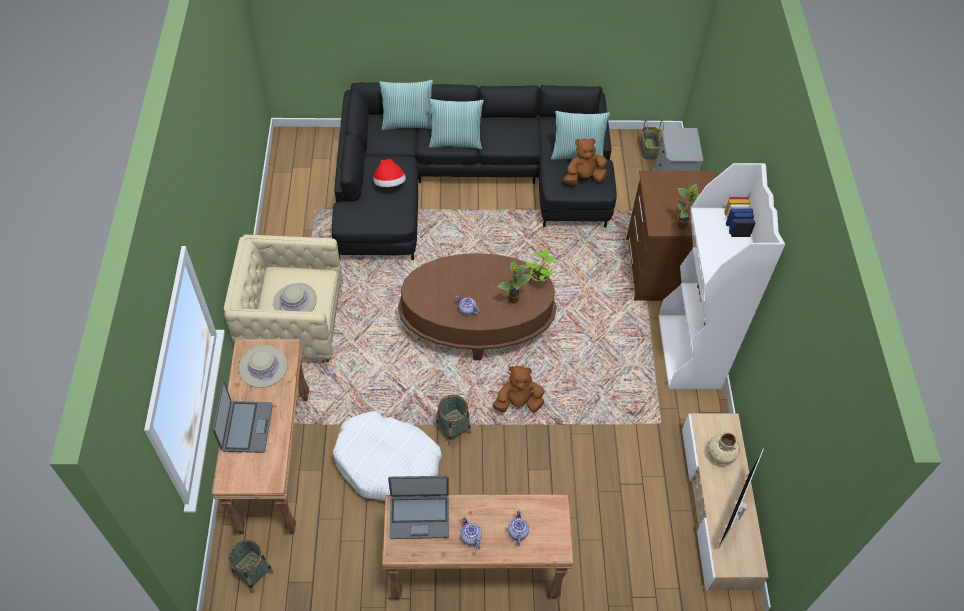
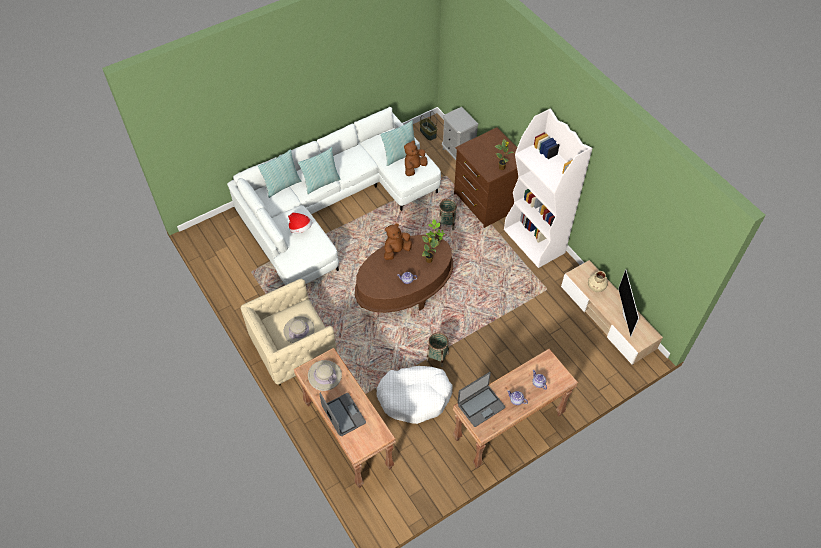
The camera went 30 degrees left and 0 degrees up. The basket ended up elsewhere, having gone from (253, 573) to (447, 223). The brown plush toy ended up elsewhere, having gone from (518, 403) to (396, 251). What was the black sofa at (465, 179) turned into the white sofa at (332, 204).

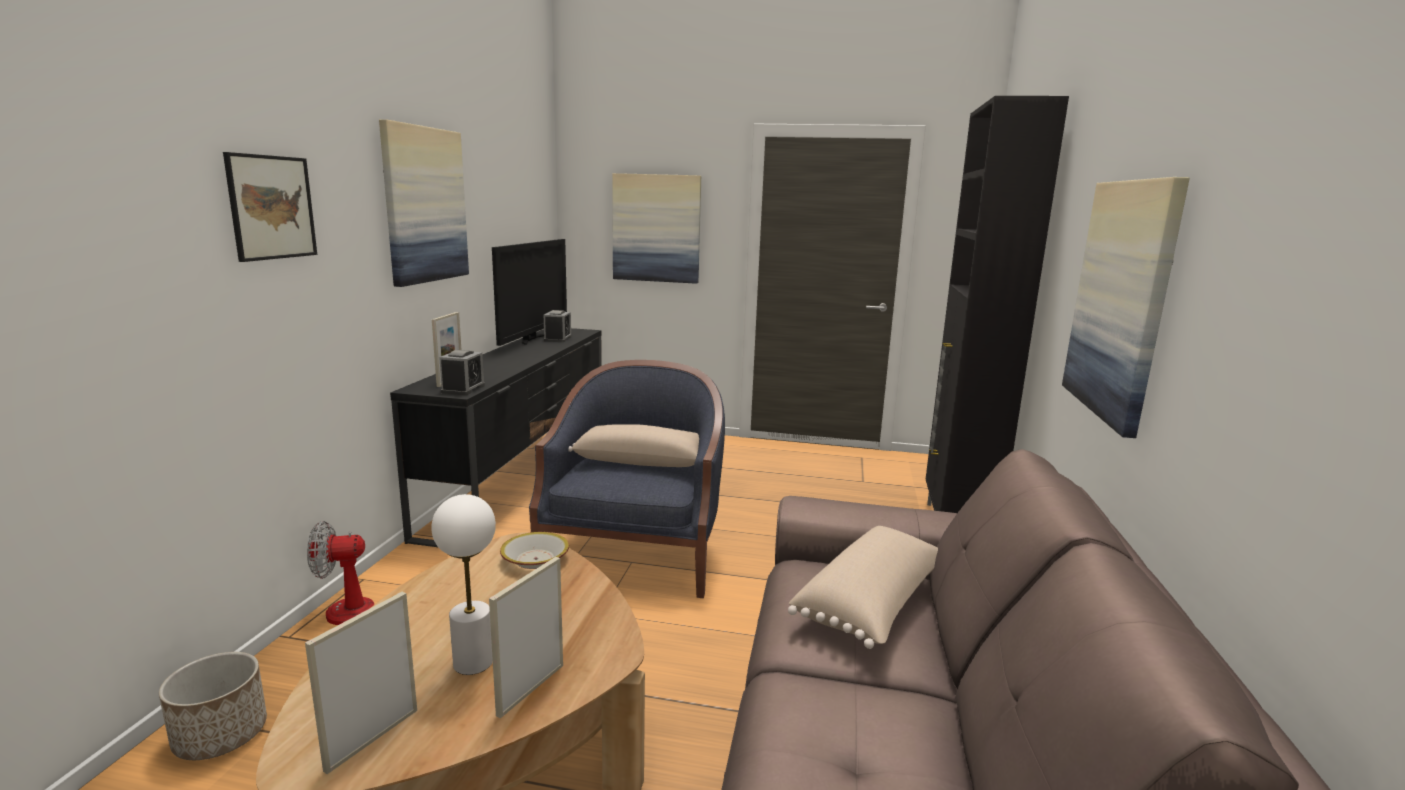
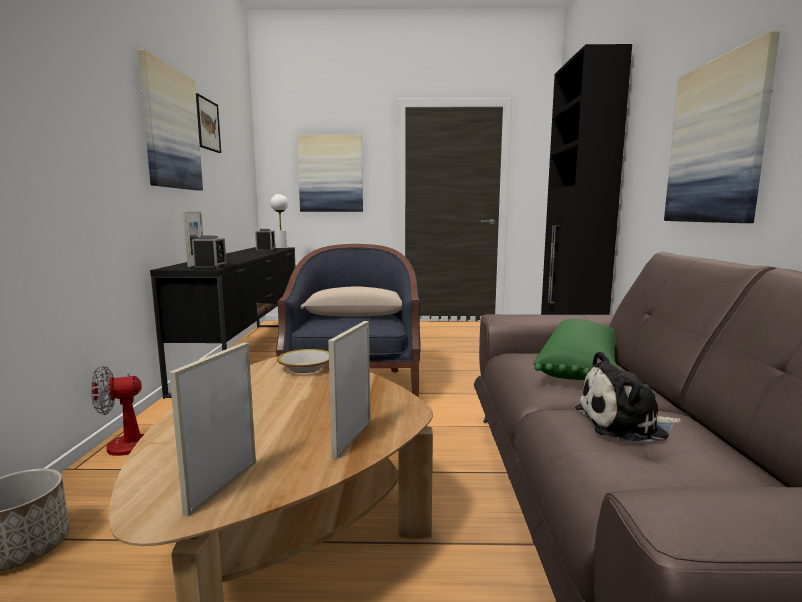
The camera went 10 degrees left and 5 degrees down. The second view lost the television at (532, 339). The second view gained the plush toy at (625, 424). The picture ended up elsewhere, having gone from (272, 207) to (207, 124). The white table lamp ended up elsewhere, having gone from (473, 663) to (281, 248). What was the beige pillow at (874, 604) turned into the green pillow at (581, 368).

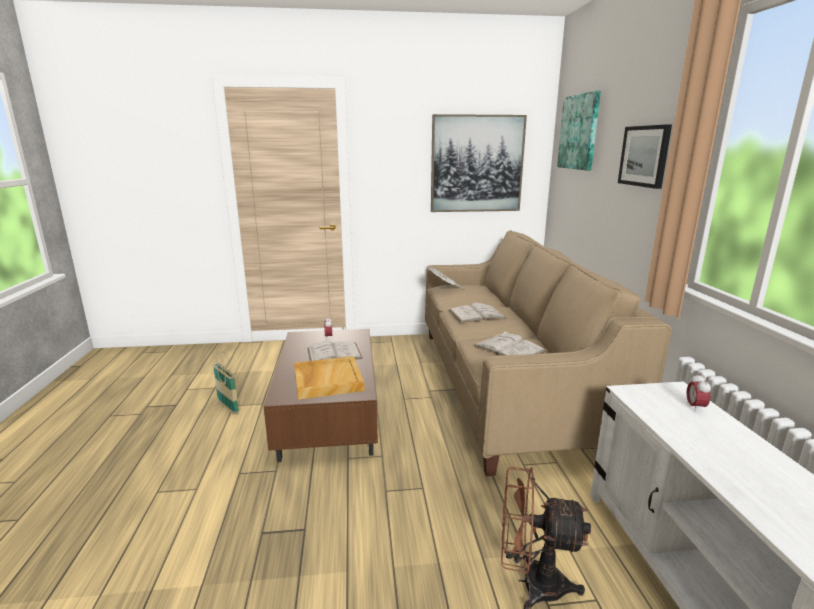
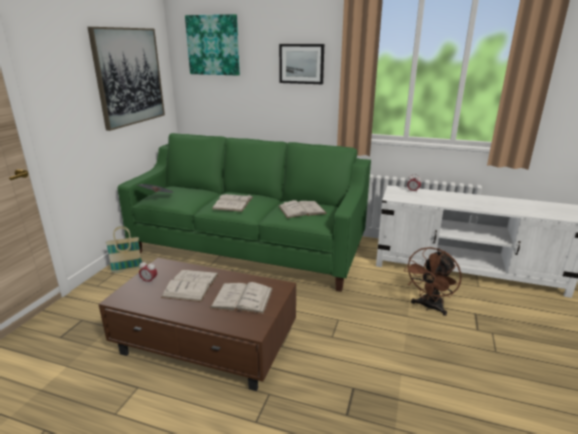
The camera went 65 degrees left and 5 degrees up. The basket ended up elsewhere, having gone from (228, 407) to (127, 270). Where the beige tray stood at (327, 380), the white book came to stand at (242, 298). What was the beige sofa at (506, 386) turned into the green sofa at (250, 249).

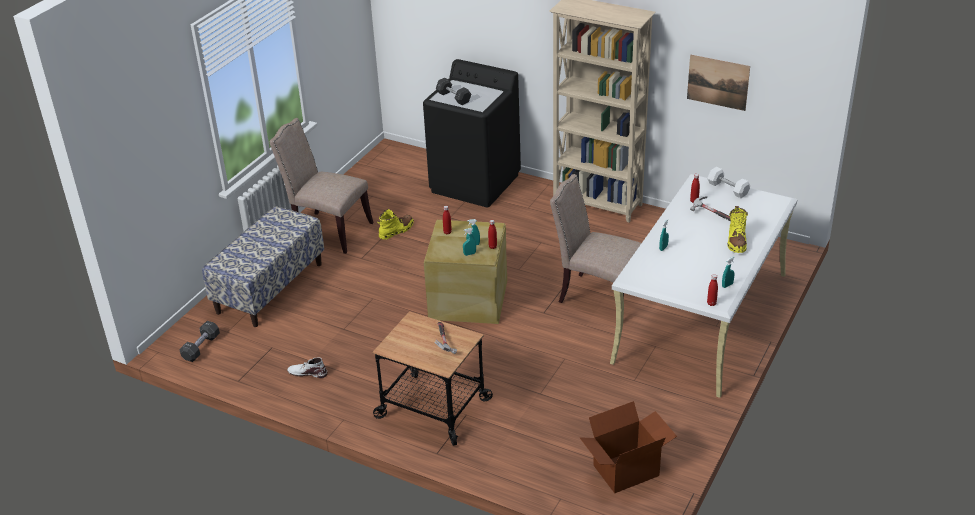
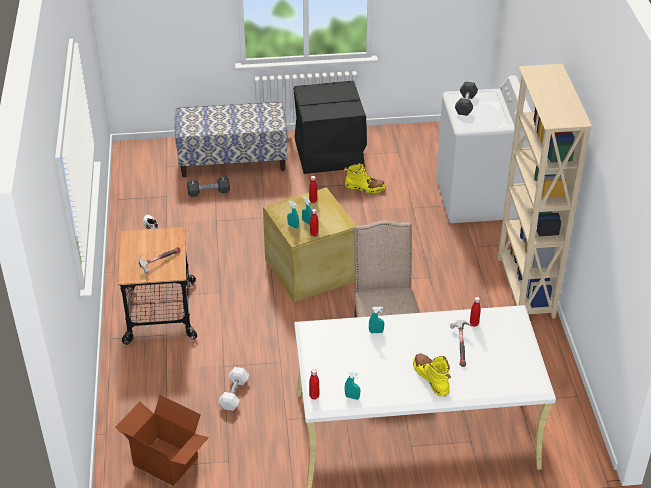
The camera went 55 degrees right and 5 degrees up. The second view lost the picture at (718, 82). The black dumbbell ended up elsewhere, having gone from (201, 348) to (209, 192). The white dumbbell ended up elsewhere, having gone from (727, 189) to (234, 394). Where the beige chair stood at (328, 230), the black storage box came to stand at (330, 152). What was the black washing machine at (475, 183) turned into the white washing machine at (477, 199). The yellow boot at (736, 241) ended up facing another way, 90 degrees clockwise from before.

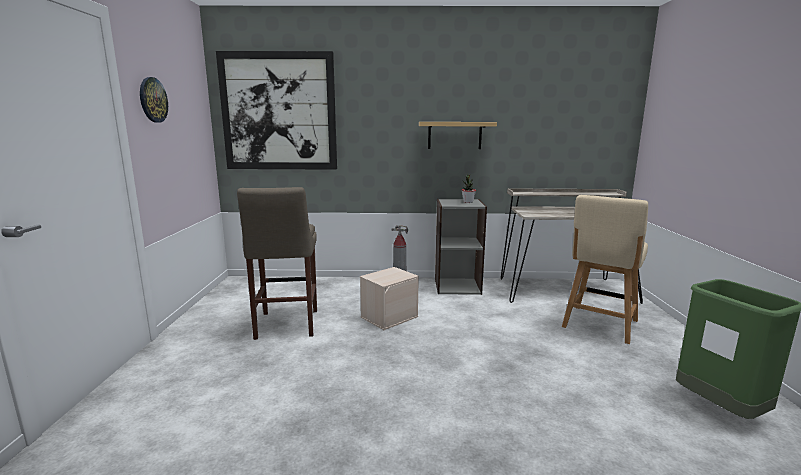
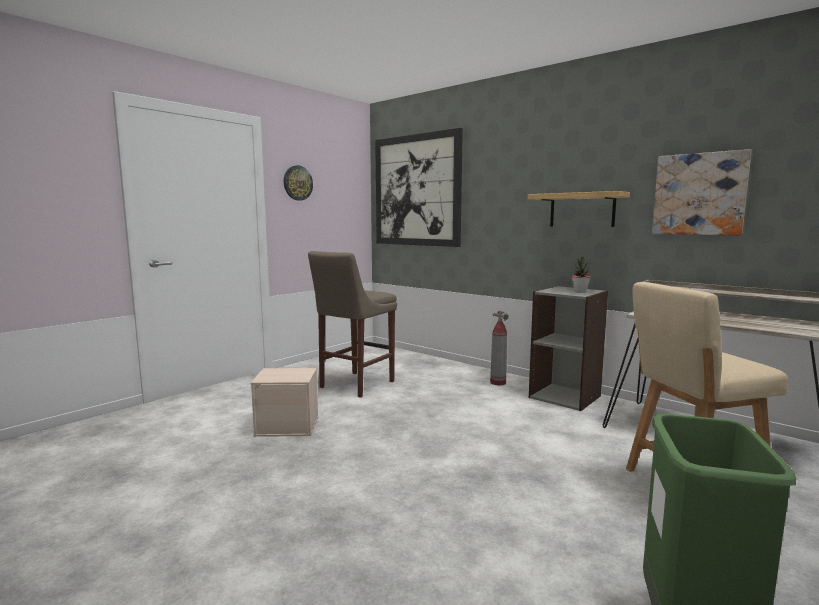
The camera went 40 degrees right and 5 degrees down. The second view gained the picture at (699, 194). The beige storage box ended up elsewhere, having gone from (389, 316) to (288, 426).

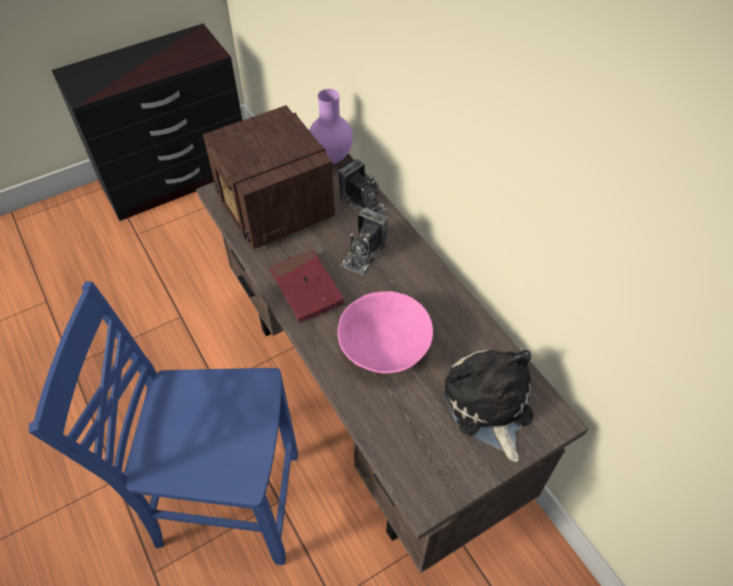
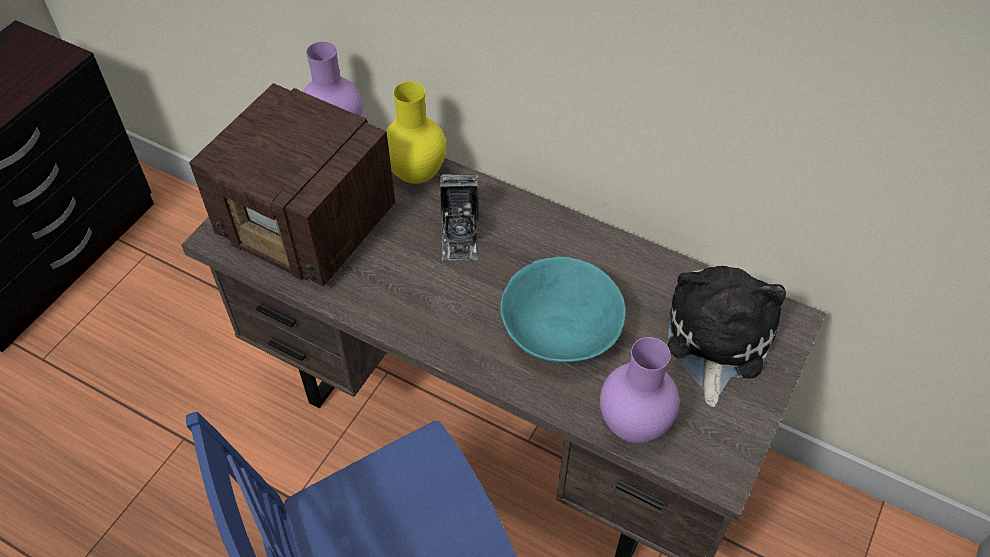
The camera went 30 degrees left and 0 degrees up. The second view lost the red book at (306, 288). The second view gained the purple vase at (632, 426). Where the photo camera stood at (363, 203), the yellow vase came to stand at (416, 174). What was the pink bowl at (384, 347) turned into the turquoise bowl at (560, 330). The plush toy at (488, 407) ended up facing another way, 60 degrees clockwise from before.

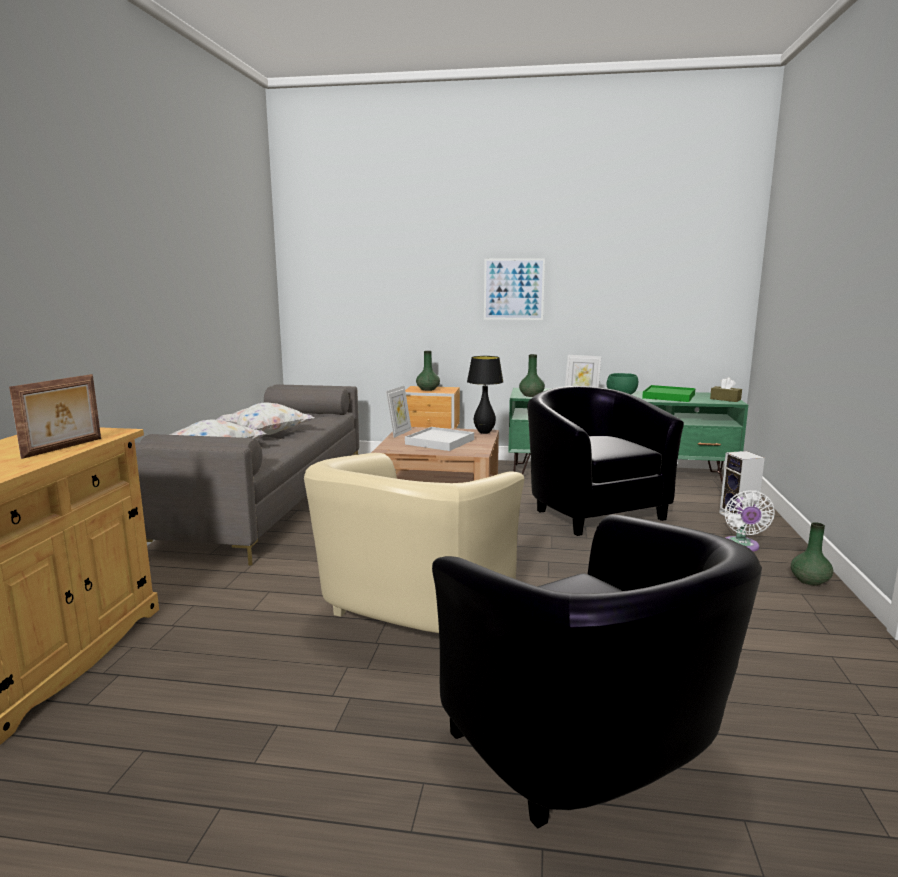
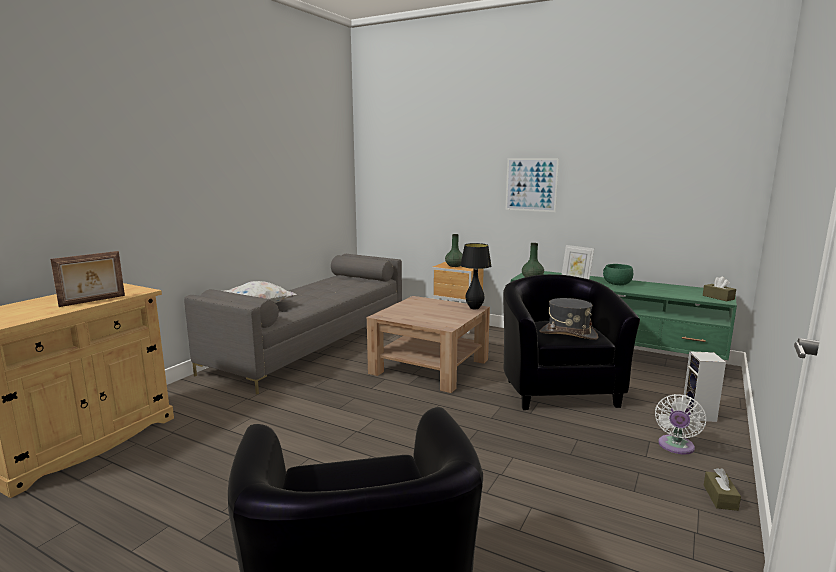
The camera went 20 degrees right and 0 degrees up. The second view lost the white pillow at (267, 434). The second view lost the beige armchair at (411, 617). The second view lost the picture frame at (399, 433). The second view lost the white tray at (440, 442). The second view lost the green tray at (669, 396). The second view gained the grey hat at (568, 334). Where the green vase stood at (810, 581), the brown tissue box came to stand at (720, 497).

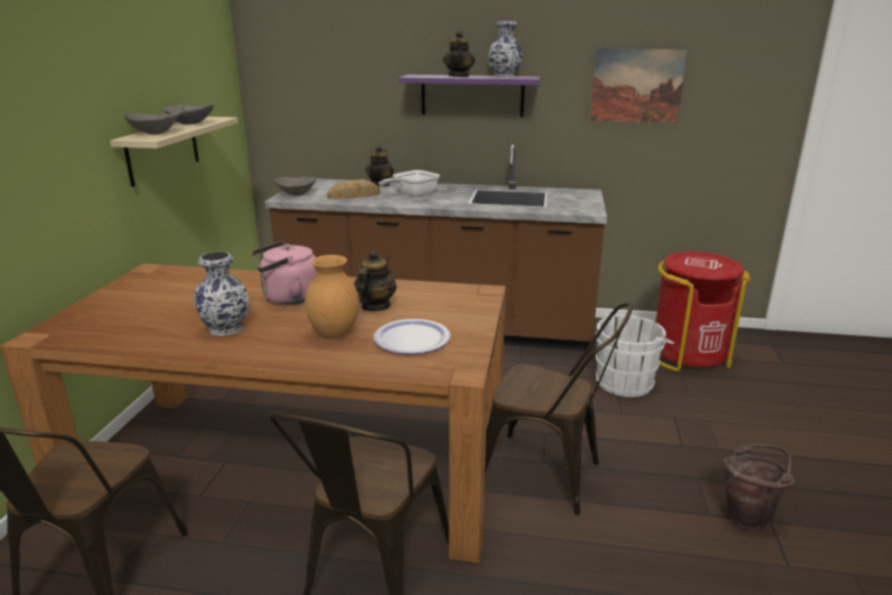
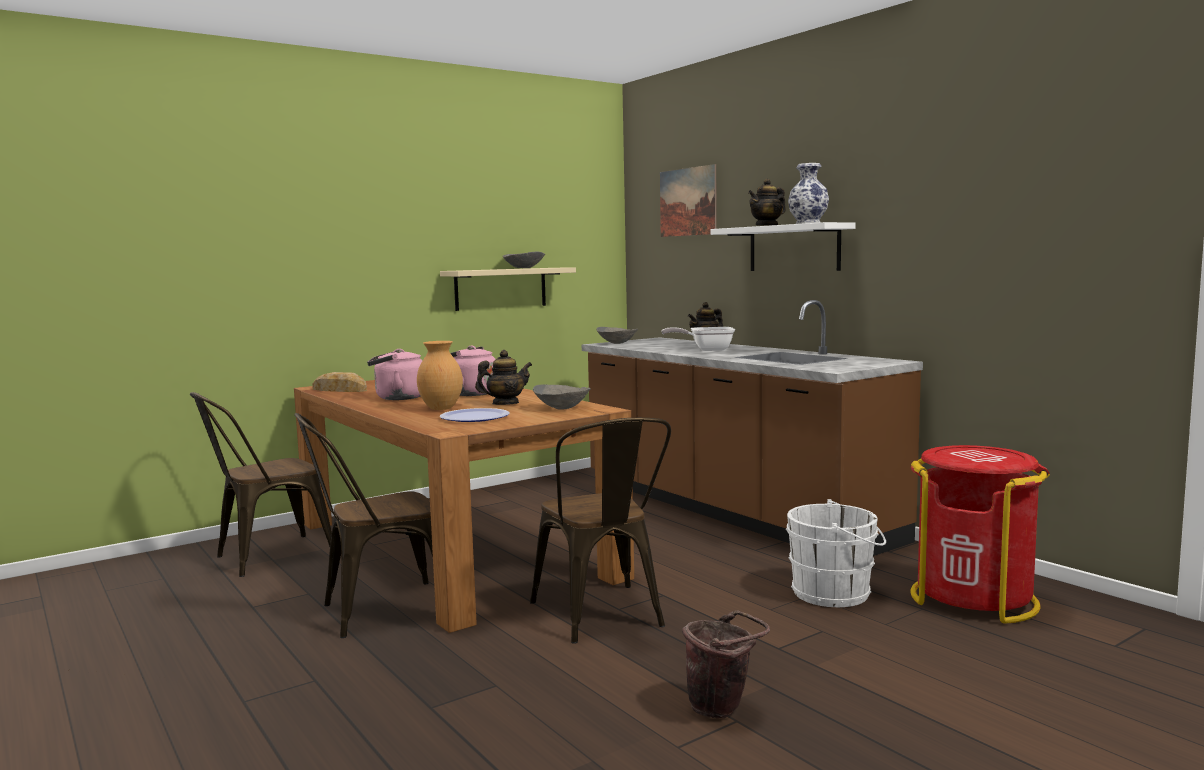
The camera went 45 degrees right and 15 degrees down. The grey bowl ended up elsewhere, having gone from (154, 133) to (562, 408). The bread ended up elsewhere, having gone from (354, 196) to (340, 390). The picture ended up elsewhere, having gone from (637, 86) to (688, 202). Where the vase stood at (225, 328), the pink kettle came to stand at (397, 398). What was the purple shelf at (472, 95) turned into the white shelf at (793, 248).

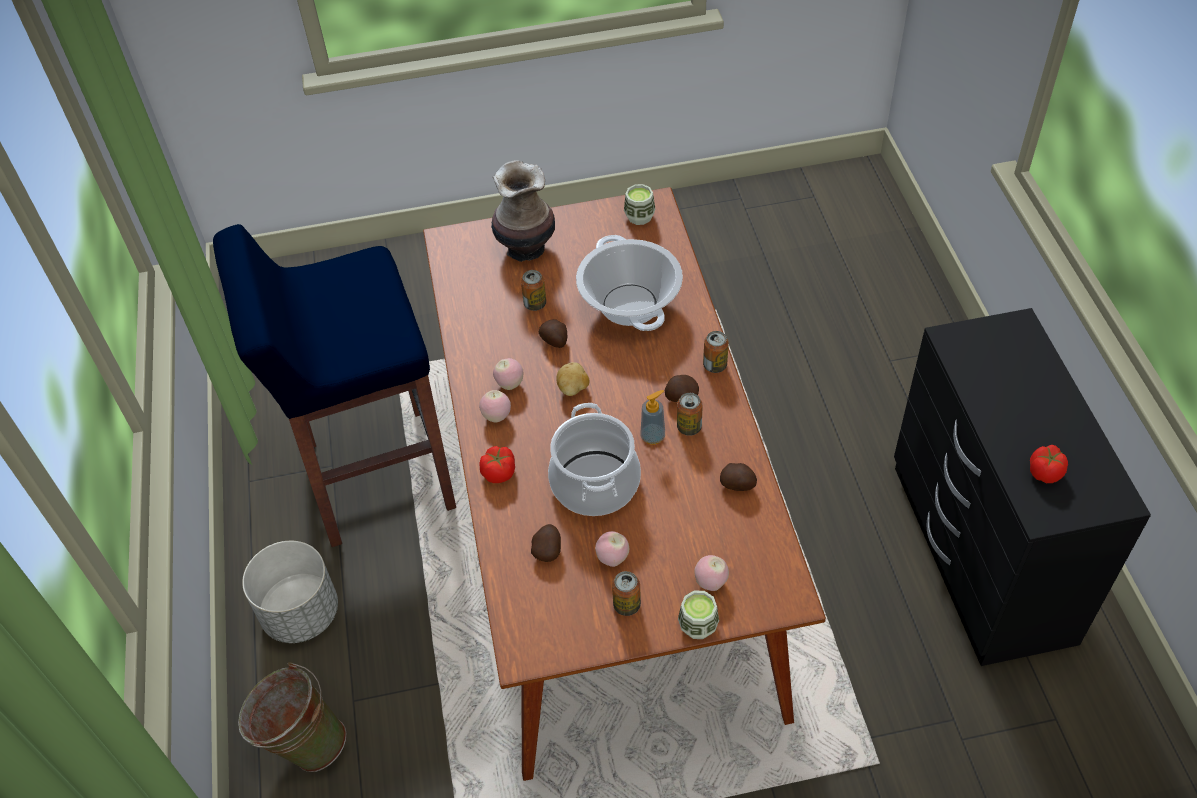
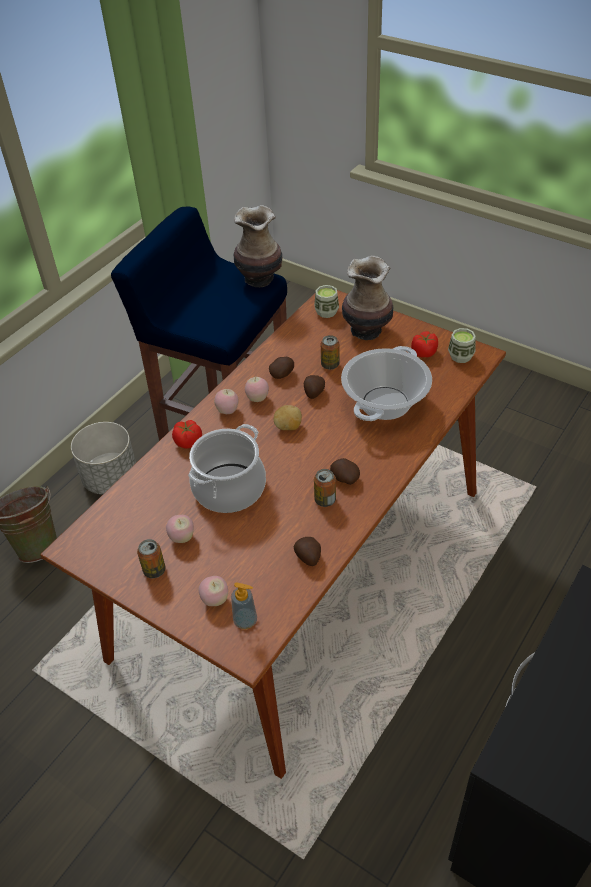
The camera went 45 degrees right and 5 degrees down. The second view lost the can at (715, 365). The second view gained the vase at (259, 278). The potato ended up elsewhere, having gone from (548, 550) to (282, 374). The soap dispenser ended up elsewhere, having gone from (653, 436) to (245, 621). The cup ended up elsewhere, having gone from (698, 625) to (326, 312). The tomato ended up elsewhere, having gone from (1045, 472) to (424, 352).

